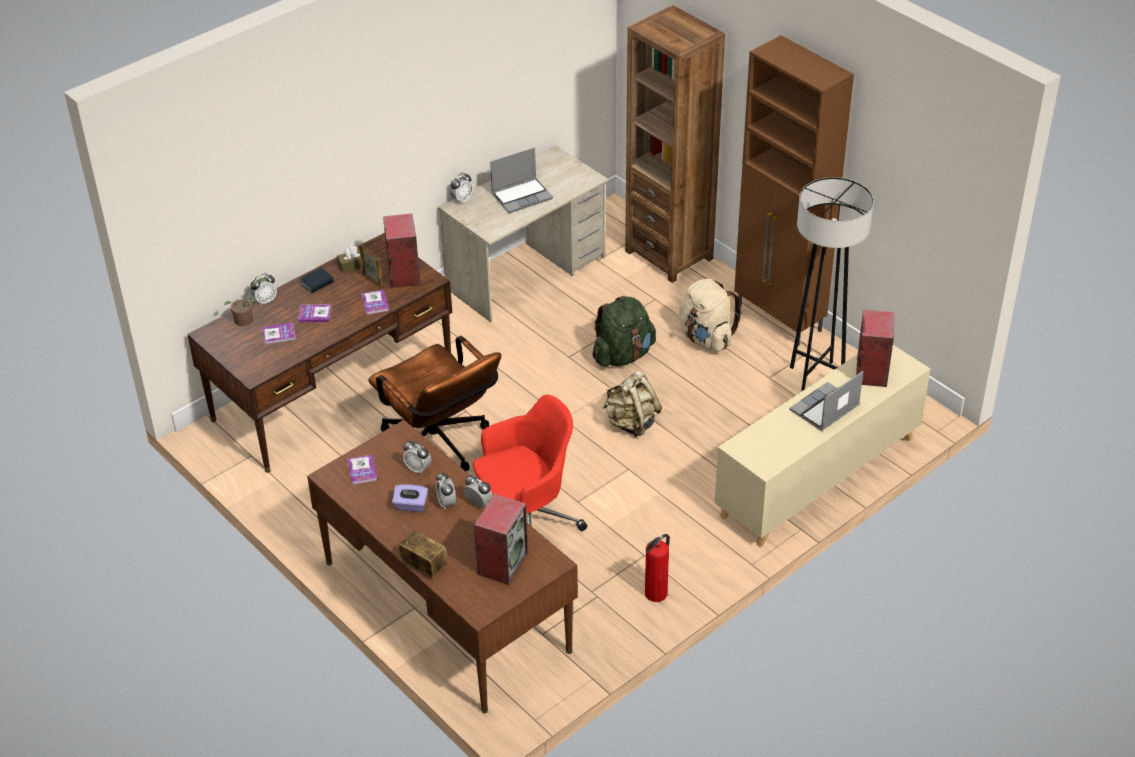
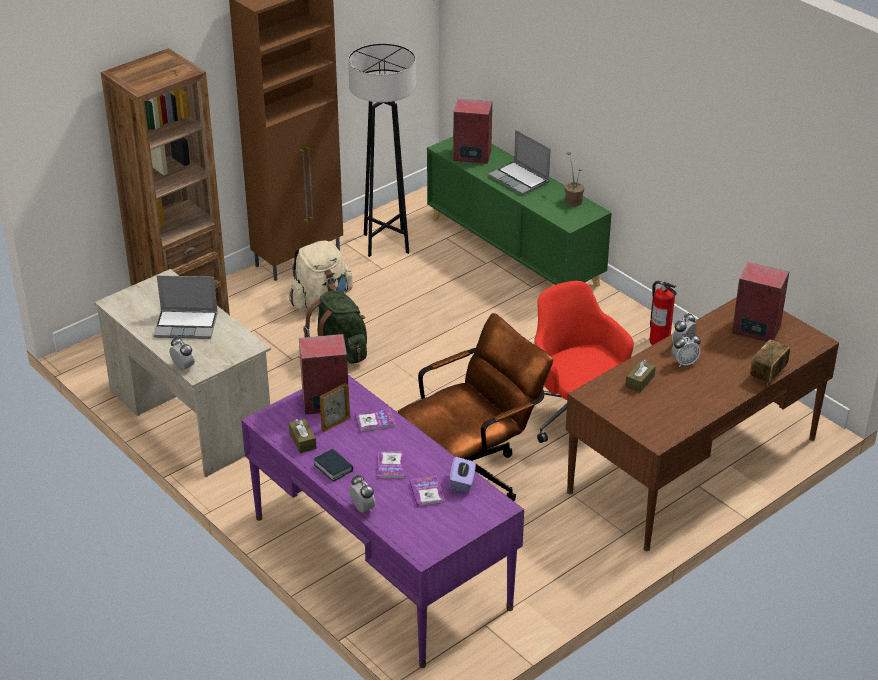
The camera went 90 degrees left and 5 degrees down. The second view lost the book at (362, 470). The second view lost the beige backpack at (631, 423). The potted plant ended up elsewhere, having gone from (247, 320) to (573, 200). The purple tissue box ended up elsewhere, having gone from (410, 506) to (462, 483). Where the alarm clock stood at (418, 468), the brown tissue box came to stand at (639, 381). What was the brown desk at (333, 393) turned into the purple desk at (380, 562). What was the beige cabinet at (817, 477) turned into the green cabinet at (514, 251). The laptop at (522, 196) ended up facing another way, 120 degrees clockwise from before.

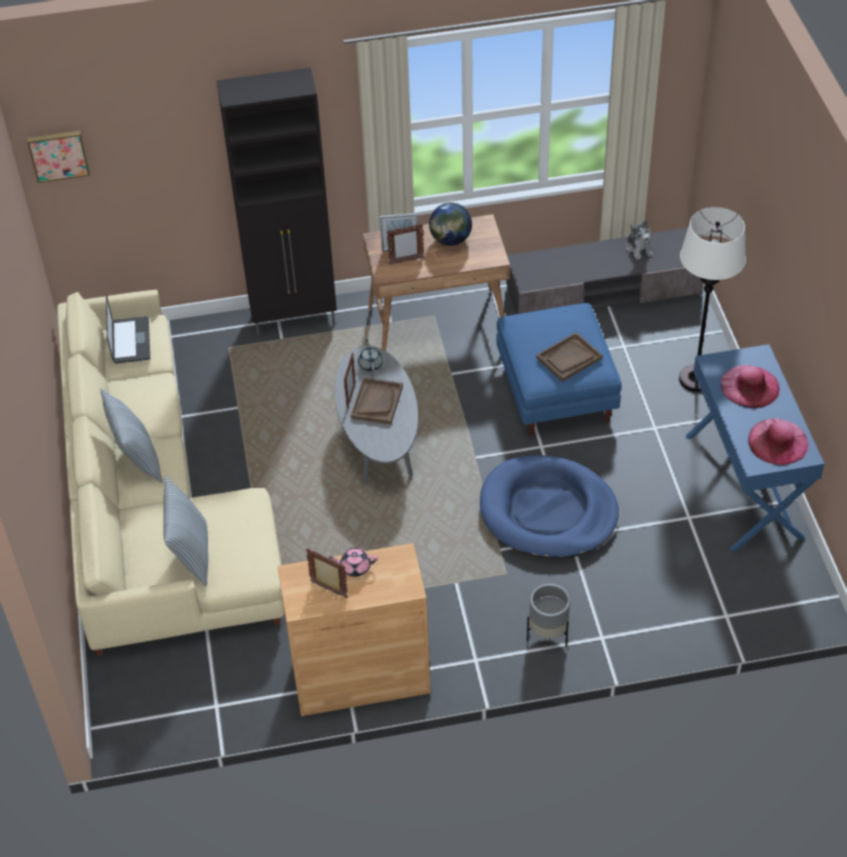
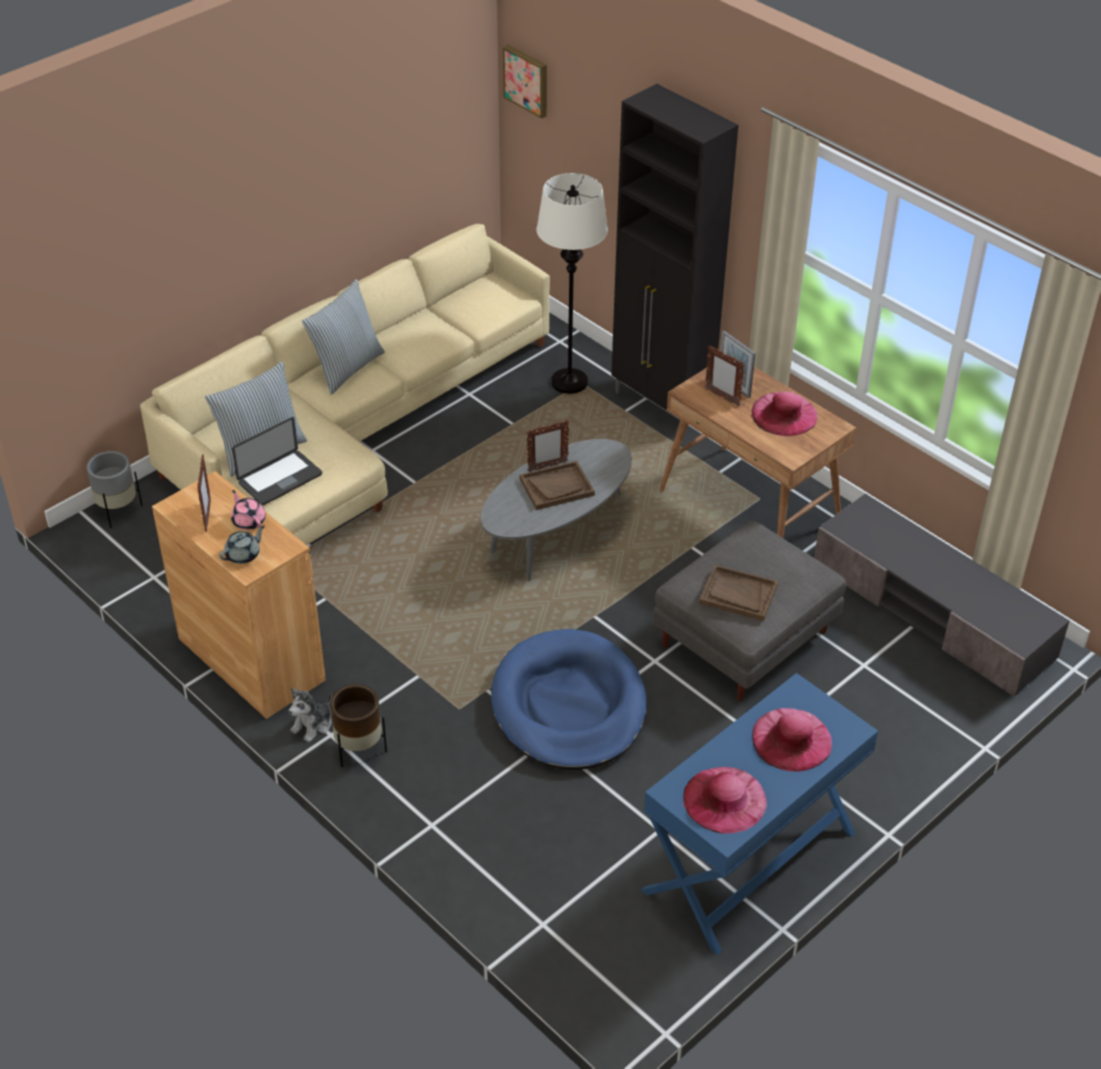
The camera went 55 degrees right and 5 degrees down. The second view gained the brown planter at (359, 749). The laptop ended up elsewhere, having gone from (131, 341) to (280, 479). The grey teapot ended up elsewhere, having gone from (370, 364) to (243, 555). The grey planter ended up elsewhere, having gone from (547, 634) to (118, 511). The plush toy ended up elsewhere, having gone from (639, 248) to (313, 725). The white floor lamp ended up elsewhere, having gone from (696, 379) to (569, 382). Where the globe stood at (450, 240), the pink hat came to stand at (784, 414). What was the blue ottoman at (555, 389) turned into the grey ottoman at (745, 636).

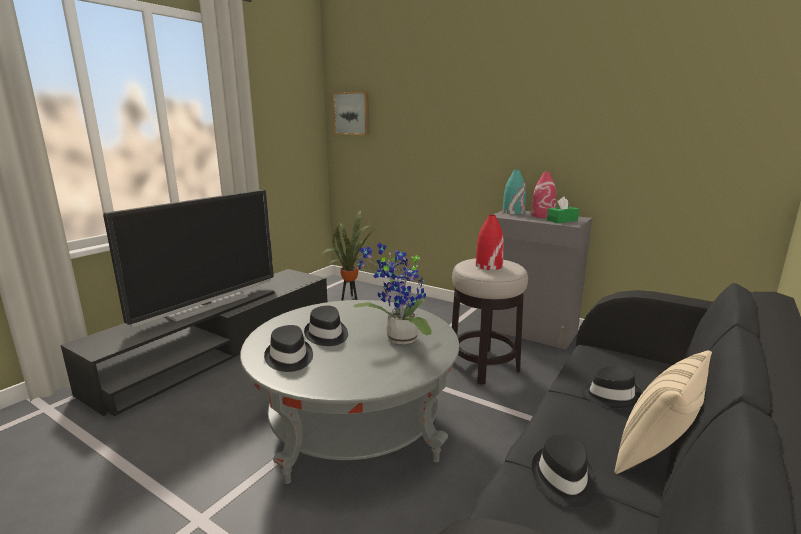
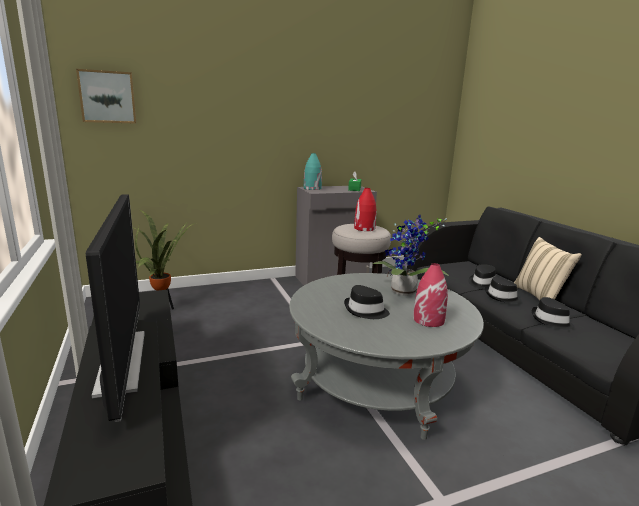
The camera went 55 degrees left and 0 degrees up. The black hat ended up elsewhere, having gone from (289, 358) to (502, 297). The red vase ended up elsewhere, having gone from (542, 215) to (428, 320).

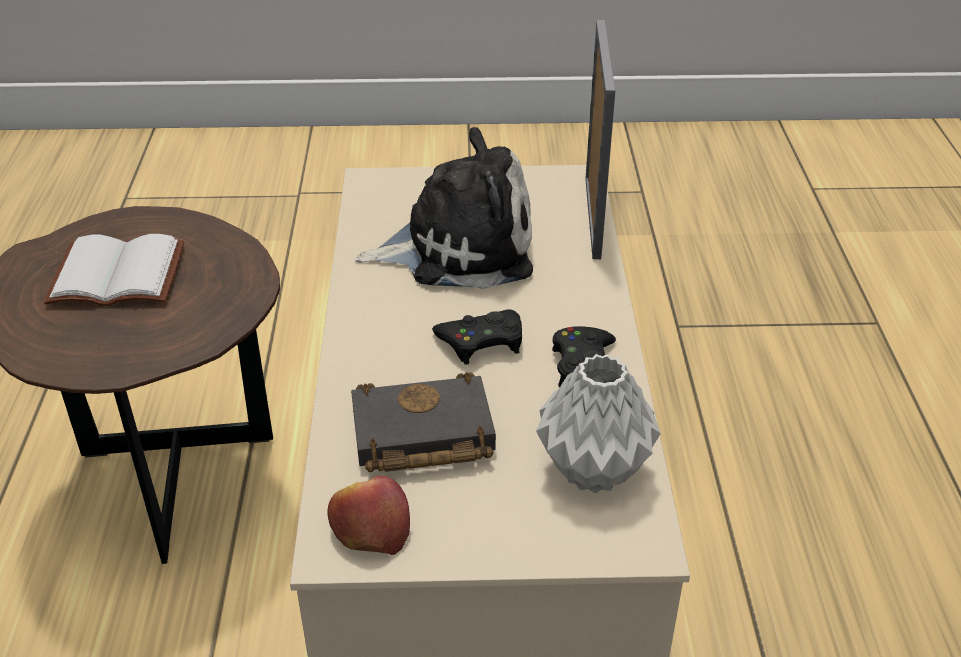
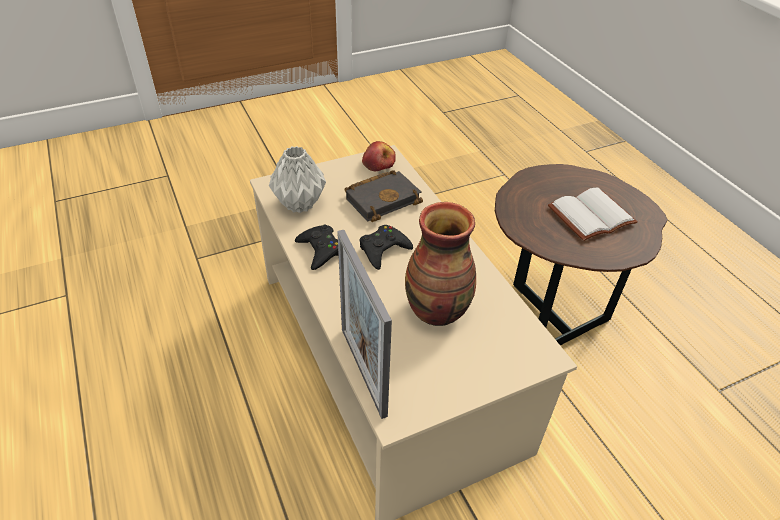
The camera went 155 degrees right and 5 degrees up. Where the plush toy stood at (459, 247), the vase came to stand at (438, 311).

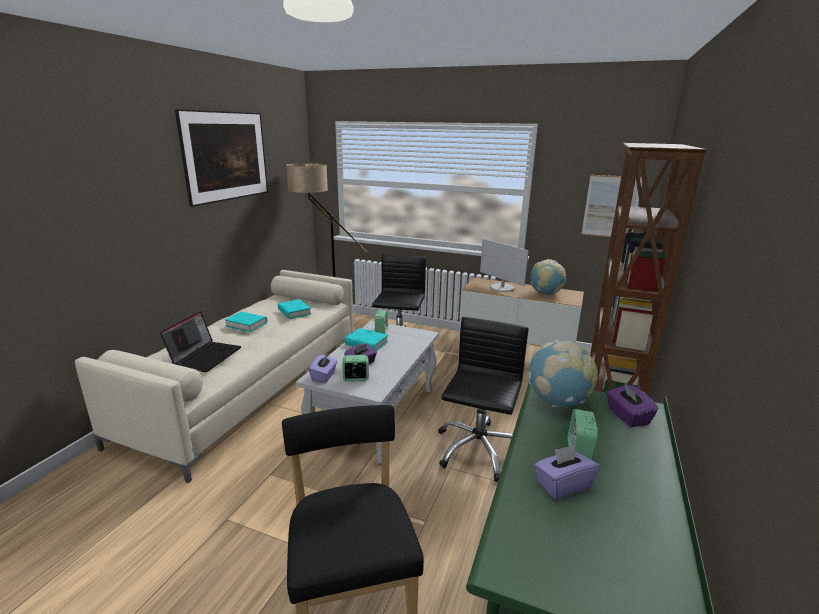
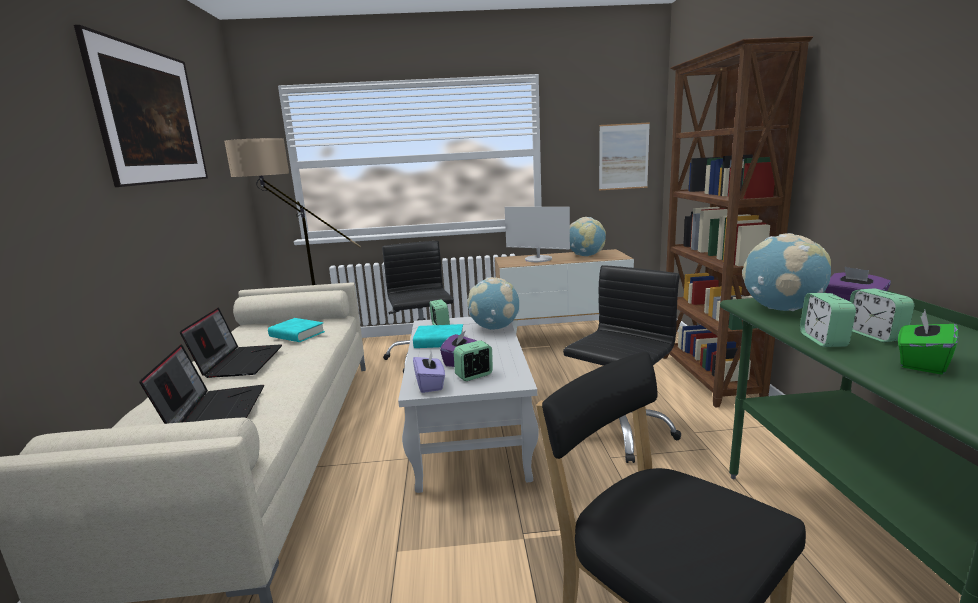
The camera went 25 degrees left and 5 degrees down. The second view gained the globe at (494, 328). The second view gained the alarm clock at (823, 340). Where the turquoise book stood at (246, 324), the laptop came to stand at (239, 362). What was the purple tissue box at (562, 485) turned into the green tissue box at (921, 362). The black office chair at (478, 449) ended up facing another way, 45 degrees clockwise from before.

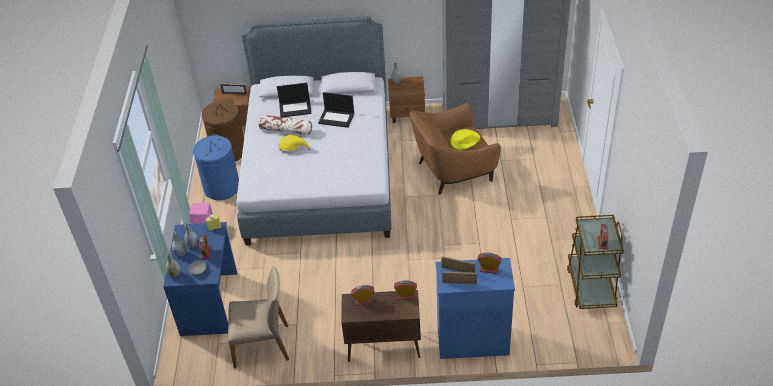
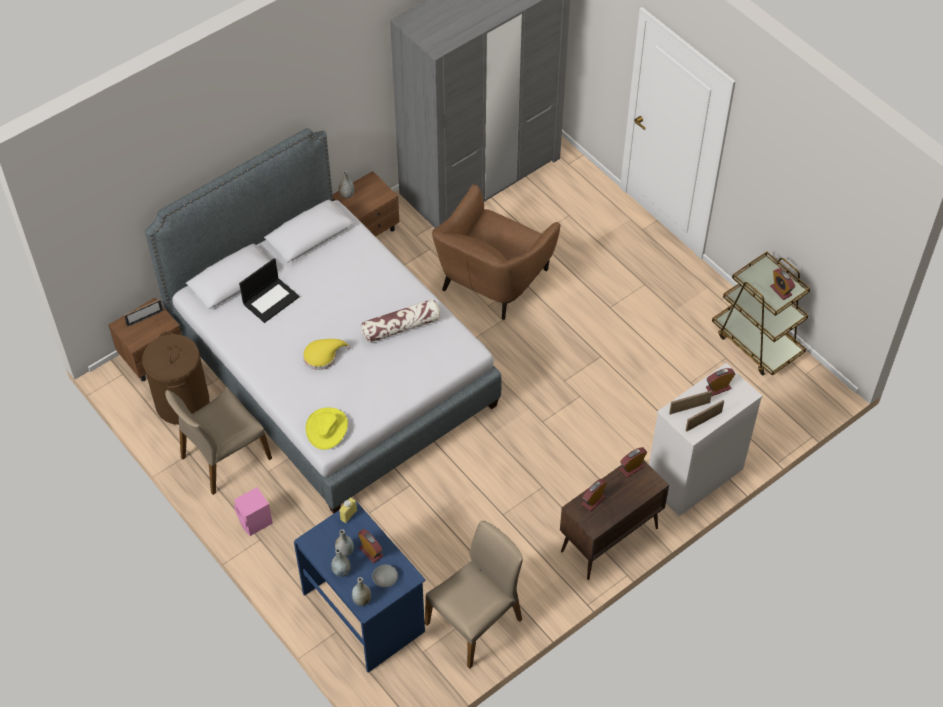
The camera went 40 degrees left and 10 degrees up. The second view lost the laptop at (337, 118). The pillow ended up elsewhere, having gone from (286, 130) to (401, 327). The yellow hat ended up elsewhere, having gone from (465, 140) to (326, 428). Where the blue laundry basket stood at (221, 188), the beige chair came to stand at (224, 457). What was the blue dresser at (472, 341) turned into the white dresser at (694, 477).

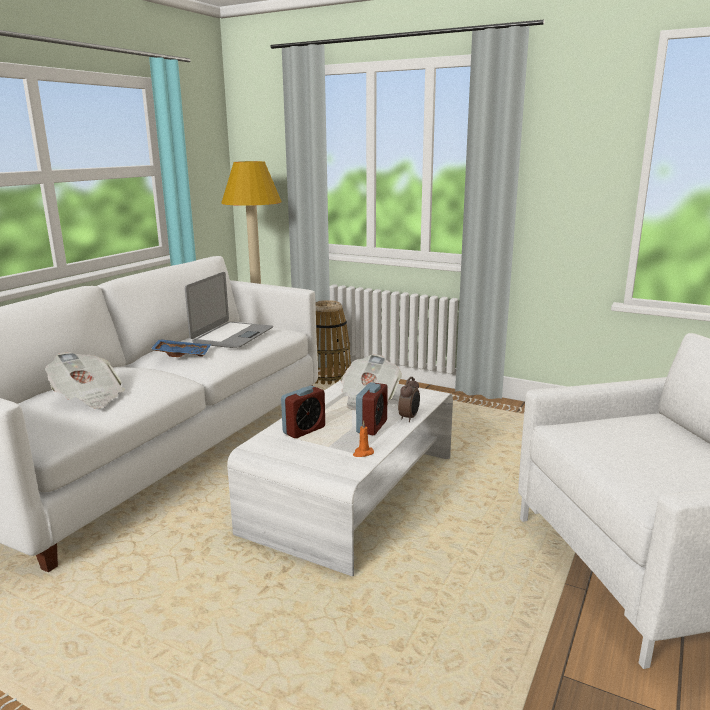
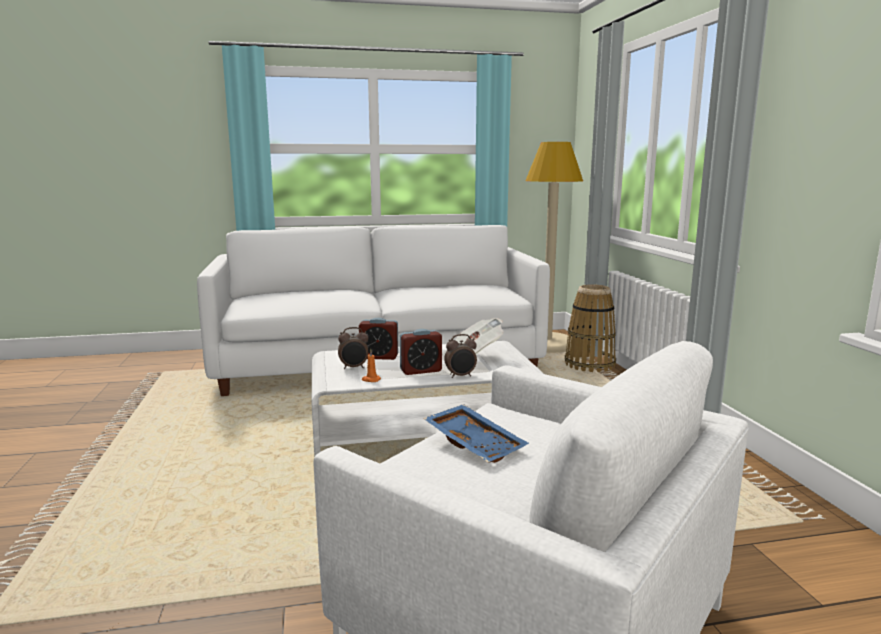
The camera went 50 degrees right and 5 degrees down. The second view lost the newspaper at (88, 397). The second view lost the laptop at (232, 336). The second view gained the alarm clock at (354, 367). The blue tray ended up elsewhere, having gone from (182, 354) to (476, 443).

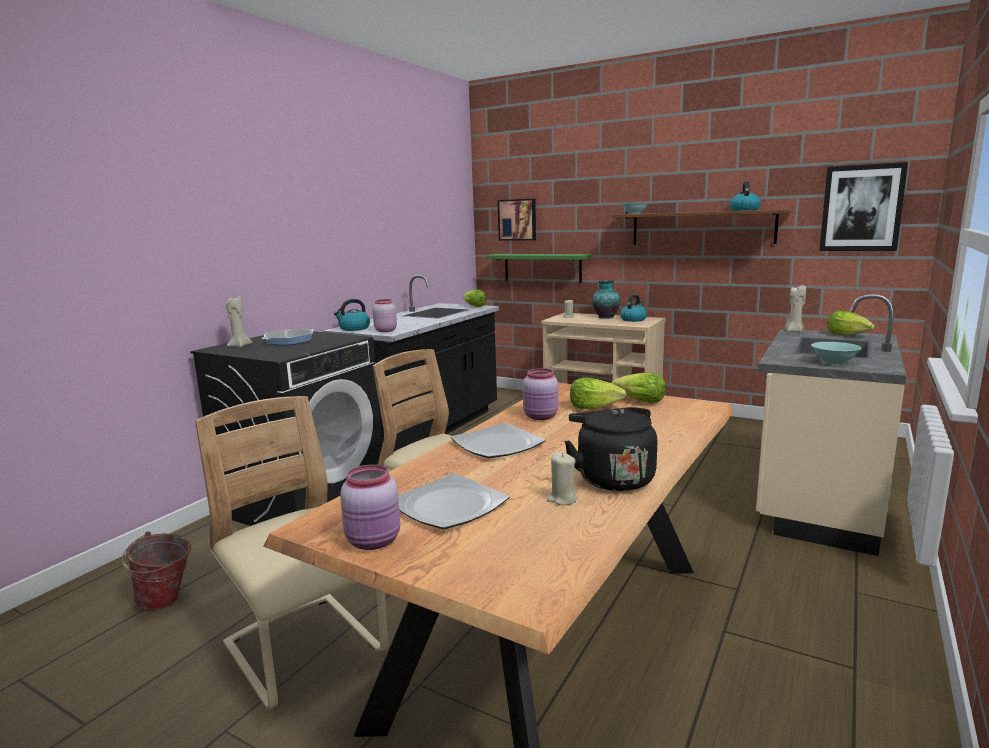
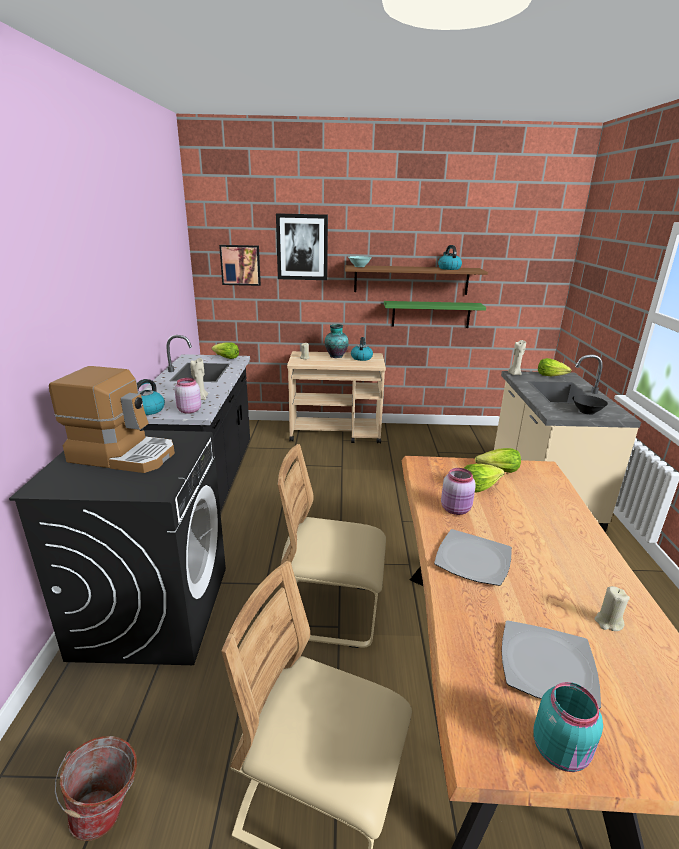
The camera went 30 degrees left and 10 degrees up. The second view lost the black kettle at (612, 478). The beige candle ended up elsewhere, having gone from (239, 346) to (200, 398). The green shelf ended up elsewhere, having gone from (542, 267) to (431, 314). The picture ended up elsewhere, having gone from (861, 208) to (302, 247). Where the frying pan stood at (289, 341), the coffee machine came to stand at (124, 455). What was the pink jar at (374, 541) turned into the turquoise jar at (561, 750). What was the turquoise bowl at (833, 362) turned into the black bowl at (586, 412).

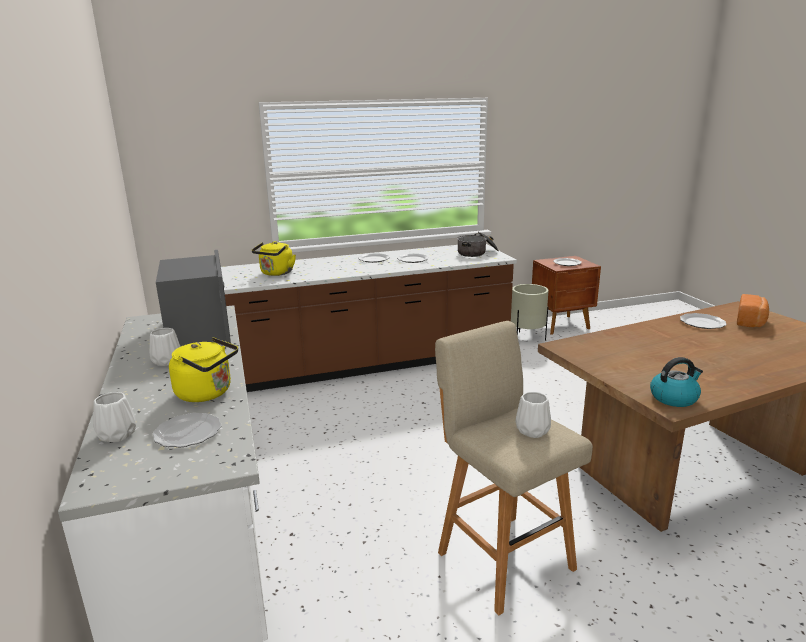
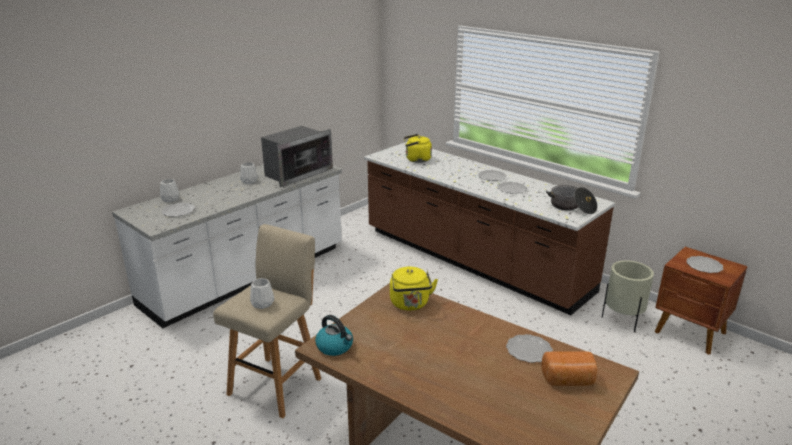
The camera went 60 degrees right and 5 degrees up. The yellow kettle ended up elsewhere, having gone from (207, 393) to (410, 304).

